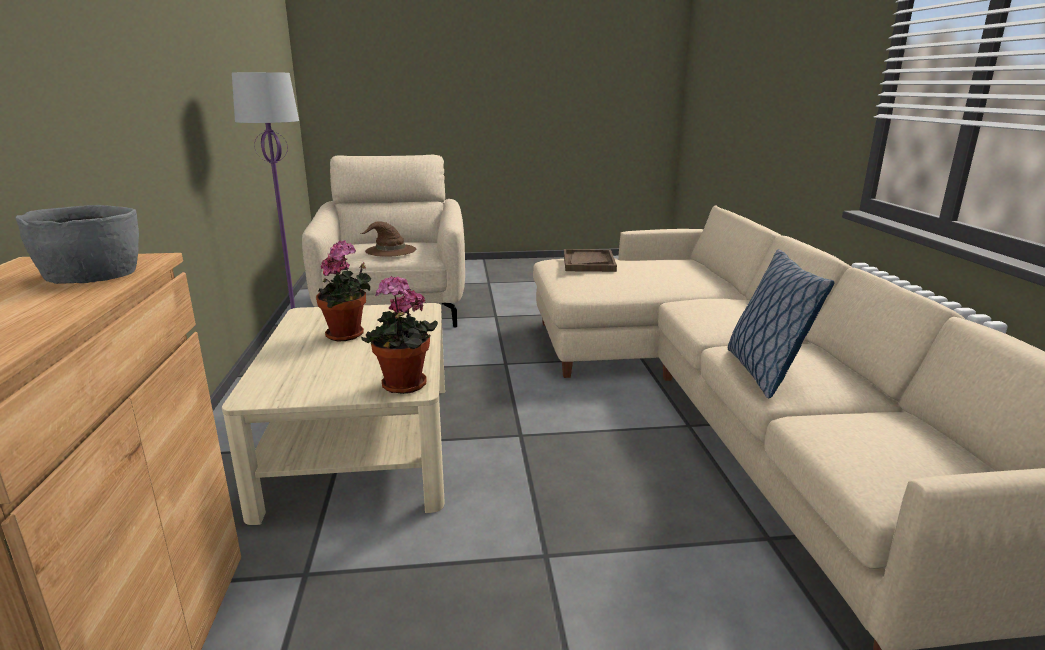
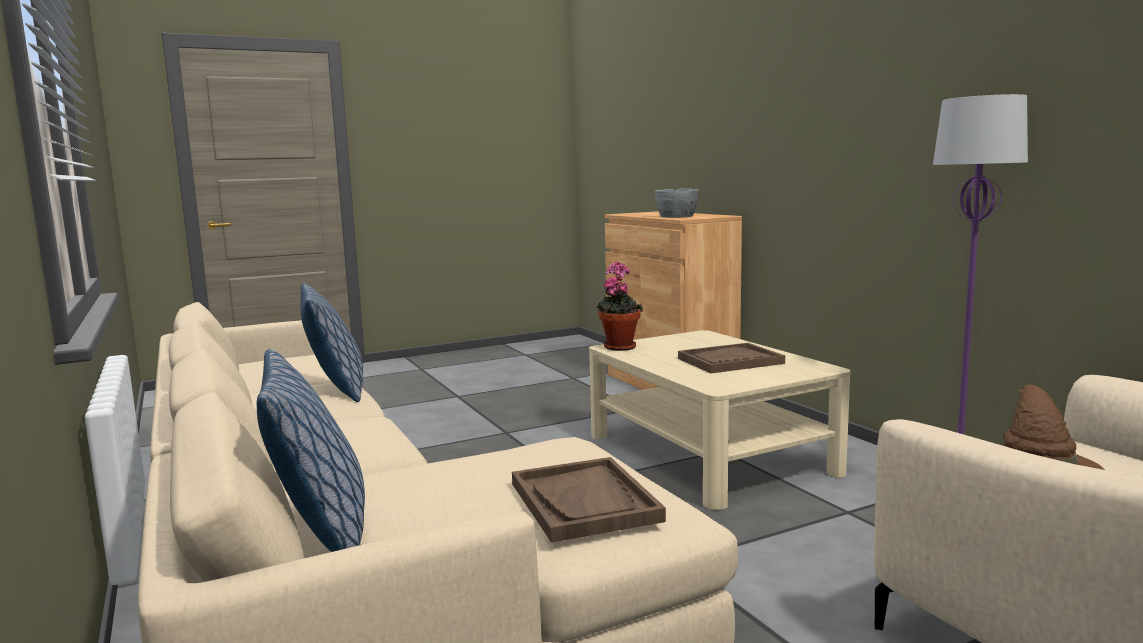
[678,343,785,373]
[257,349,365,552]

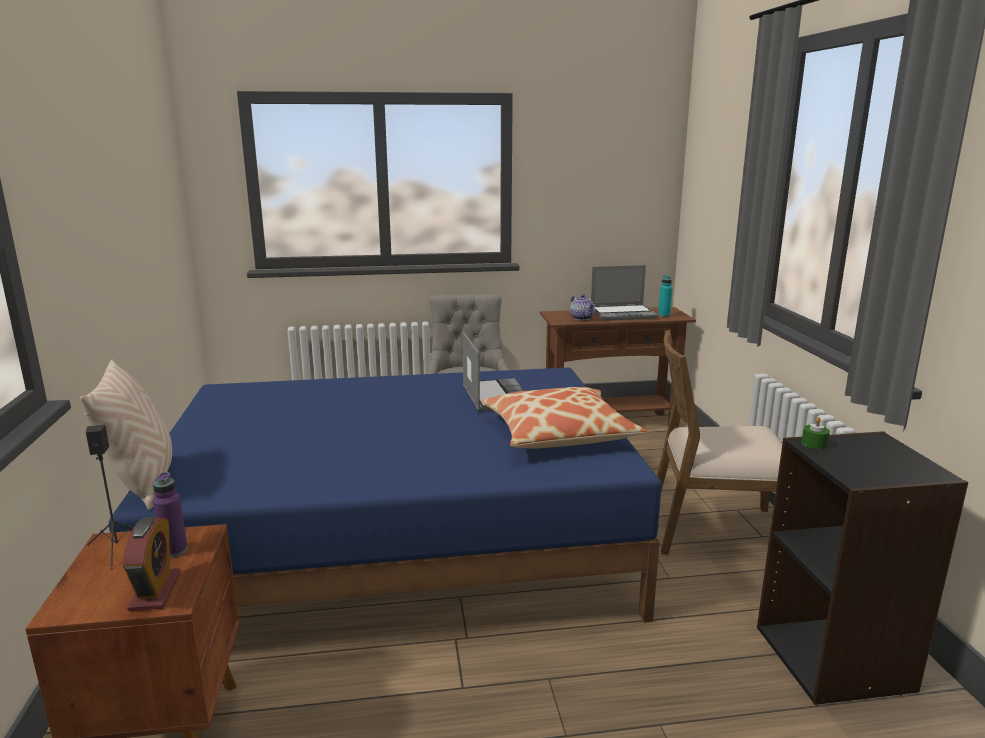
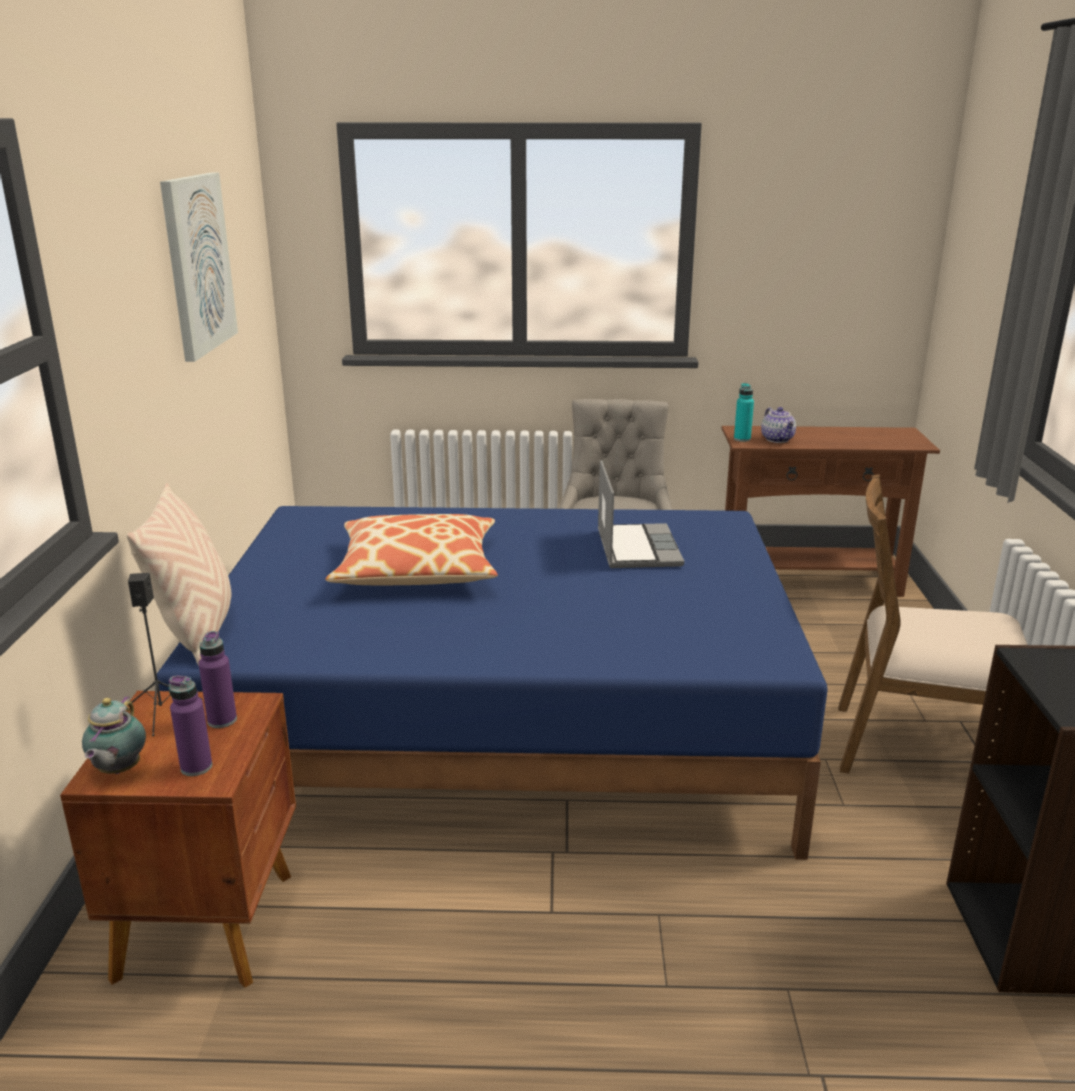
[591,265,658,321] (first image)
[734,383,754,442]
[326,514,498,585]
[801,417,830,449] (first image)
[169,675,212,776]
[160,173,238,362]
[82,696,146,774]

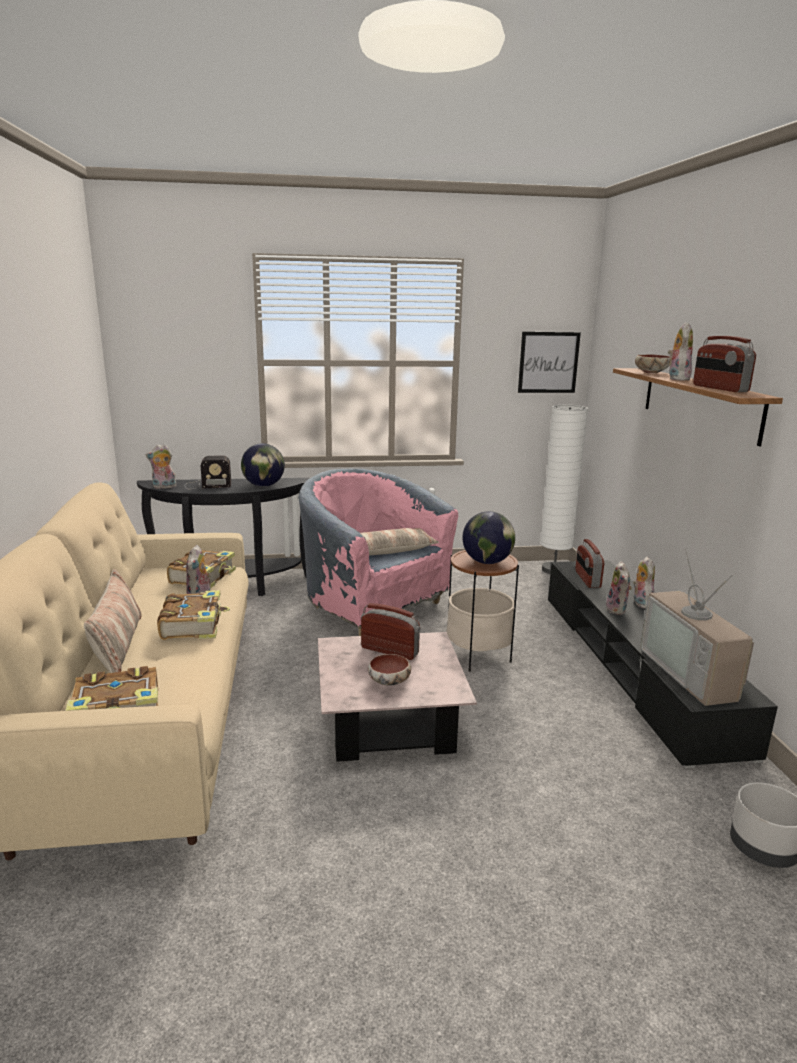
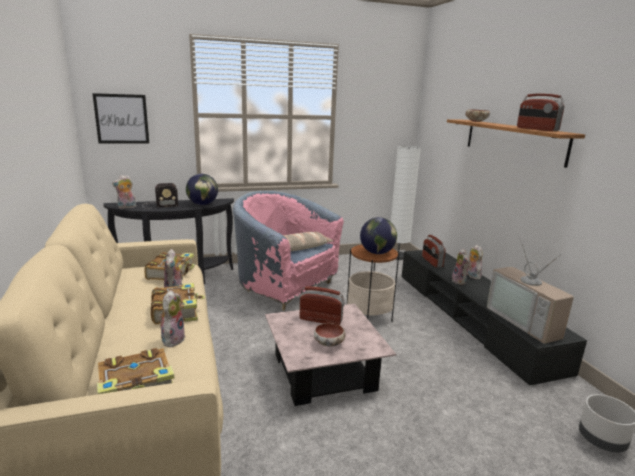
[158,290,186,347]
[92,93,149,143]
[84,569,142,673] (first image)

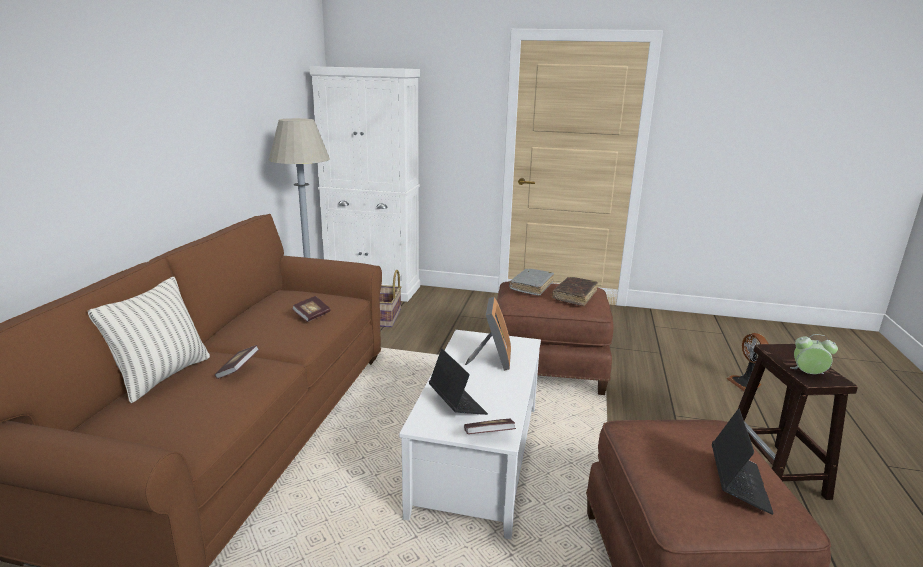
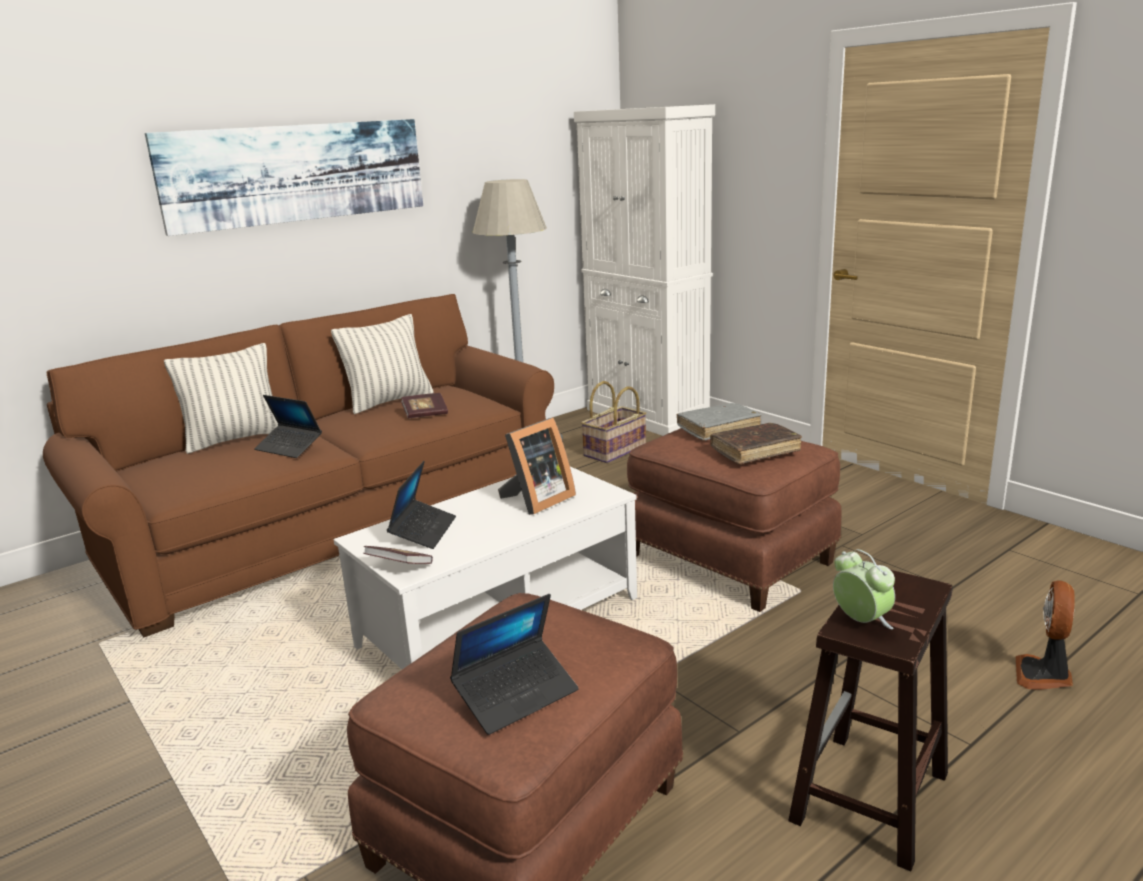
[254,395,322,458]
[145,119,423,236]
[331,314,434,414]

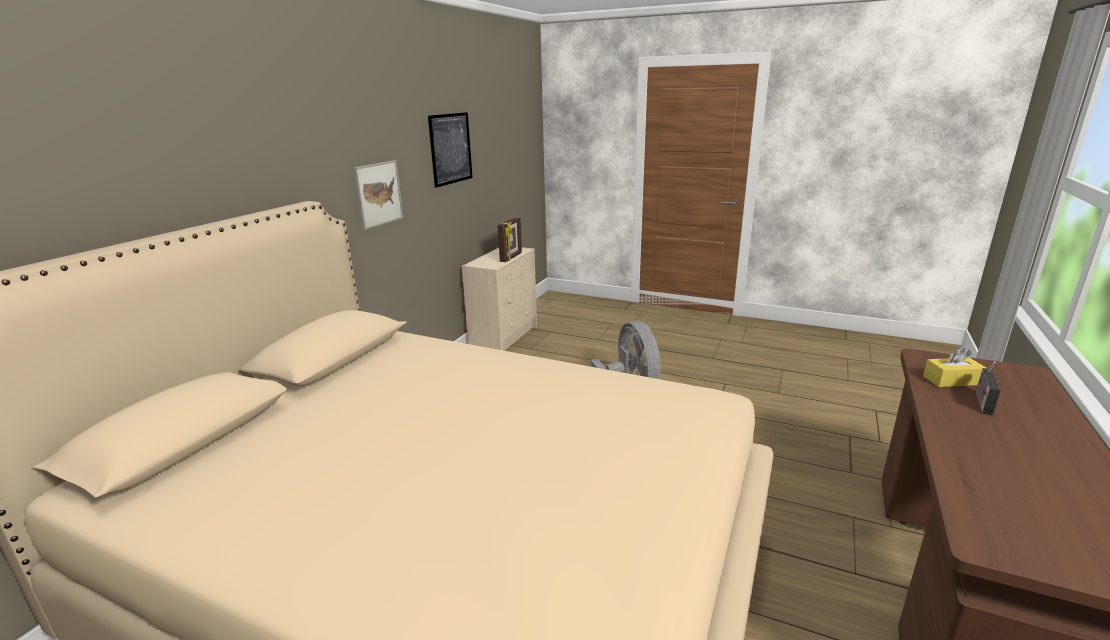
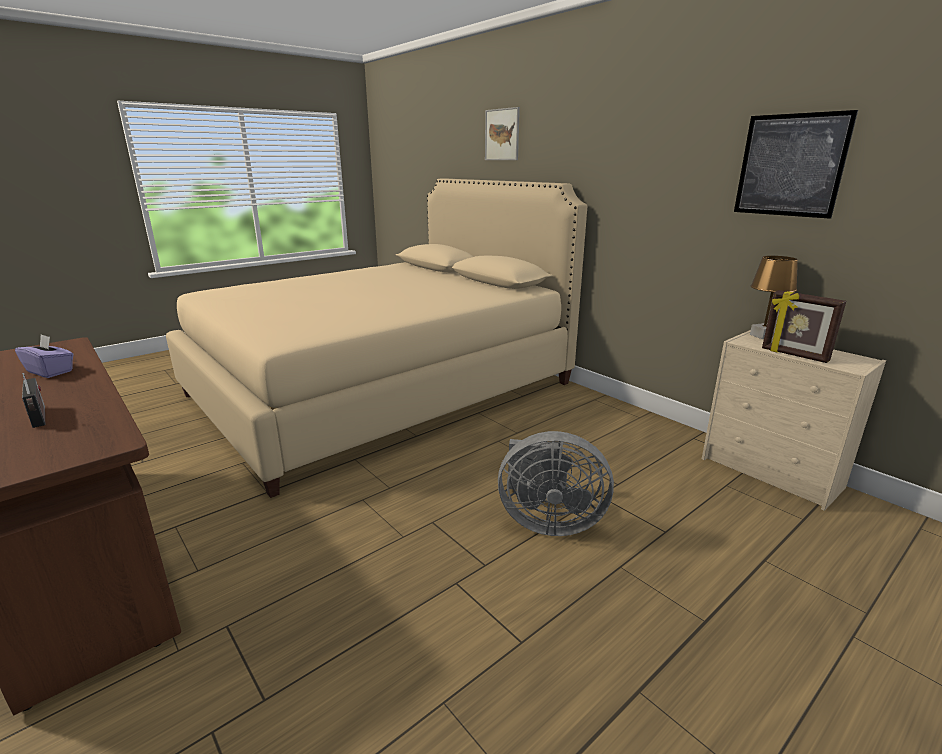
[485,107,520,160]
[923,347,986,387] (first image)
[750,256,798,339]
[15,334,74,378]

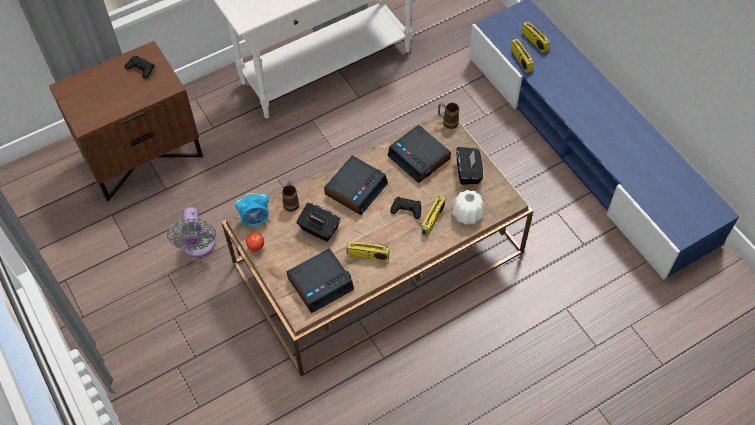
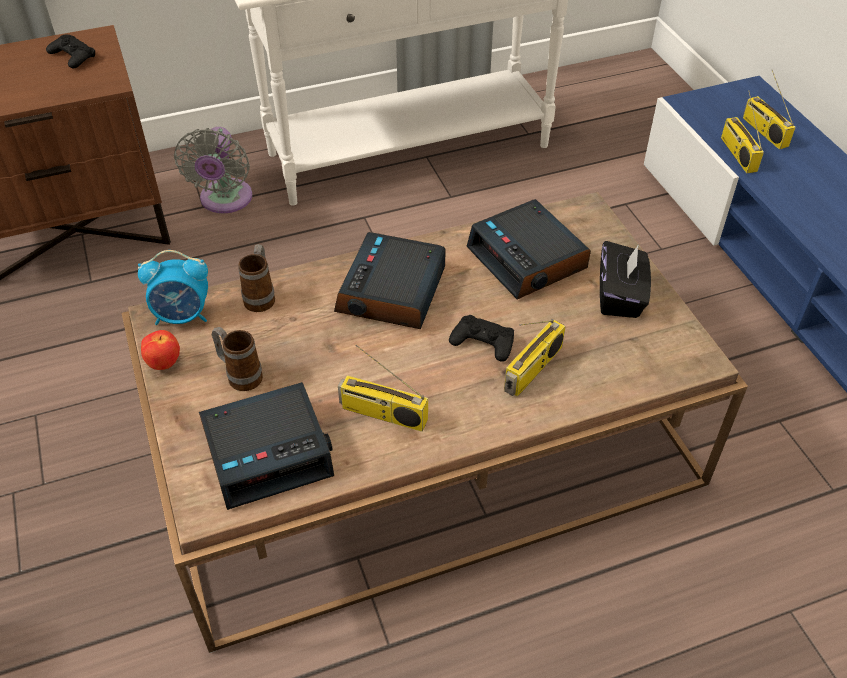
[212,327,263,391]
[334,232,446,329]
[452,190,484,225] (first image)
[296,203,340,242] (first image)
[174,127,252,213]

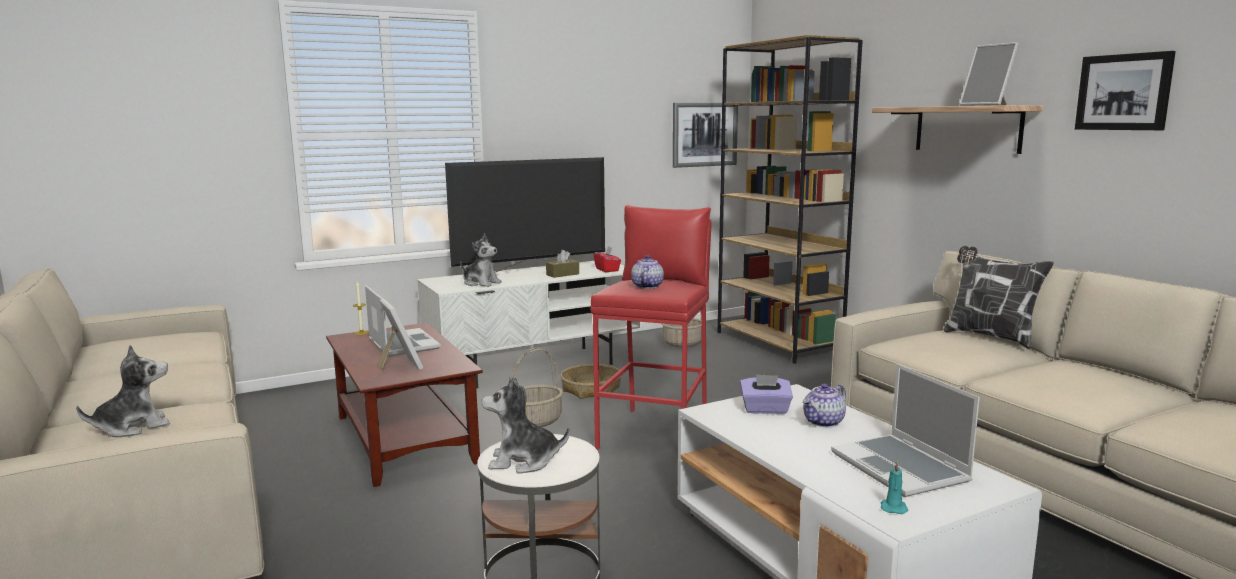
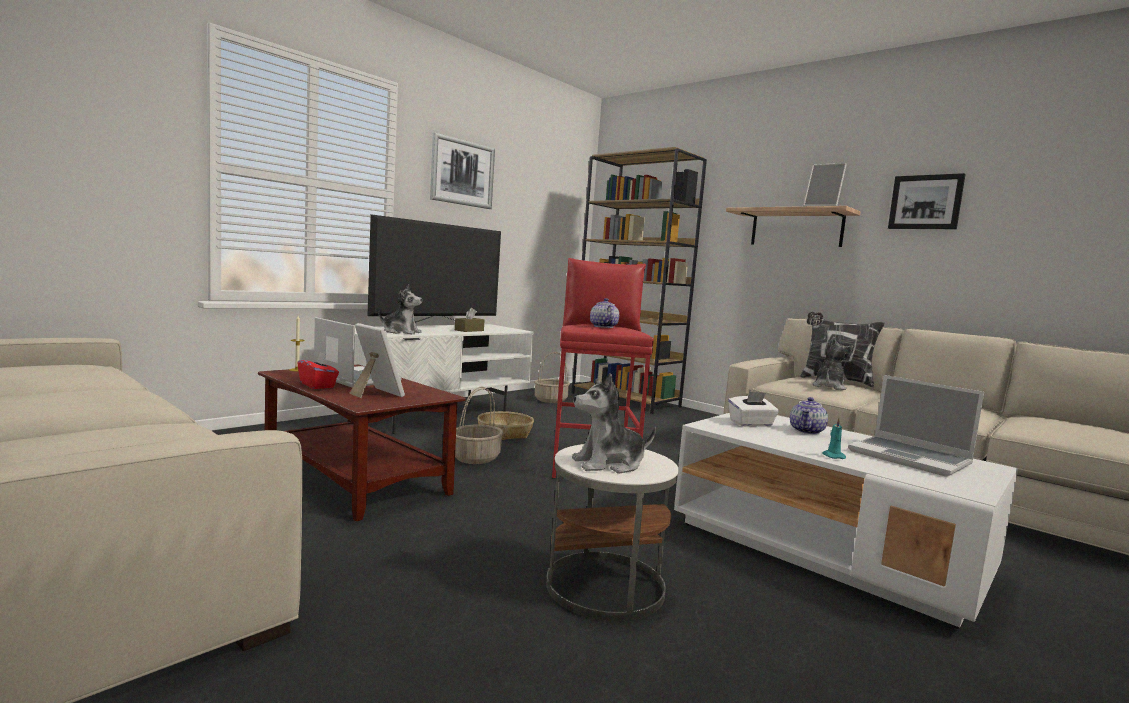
[430,133,495,209]
[297,351,339,389]
[812,337,853,390]
[728,392,779,427]
[822,418,846,459]

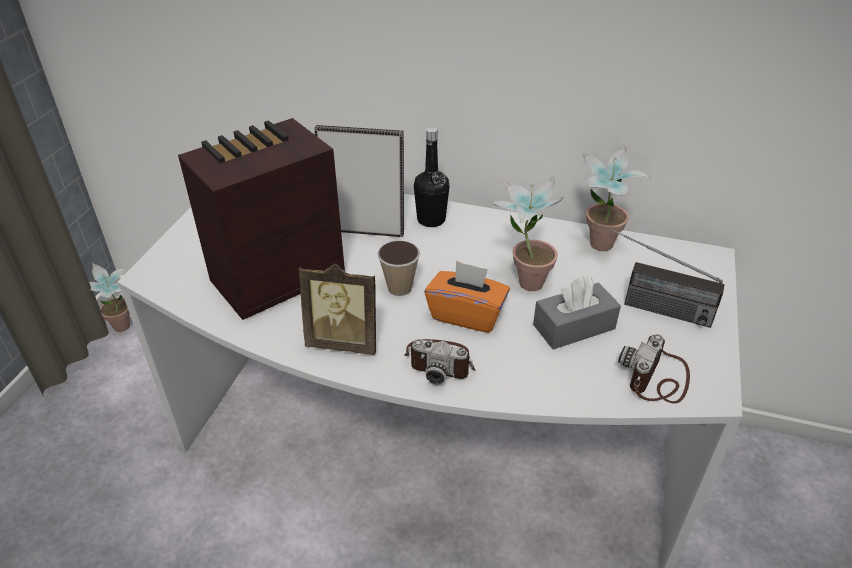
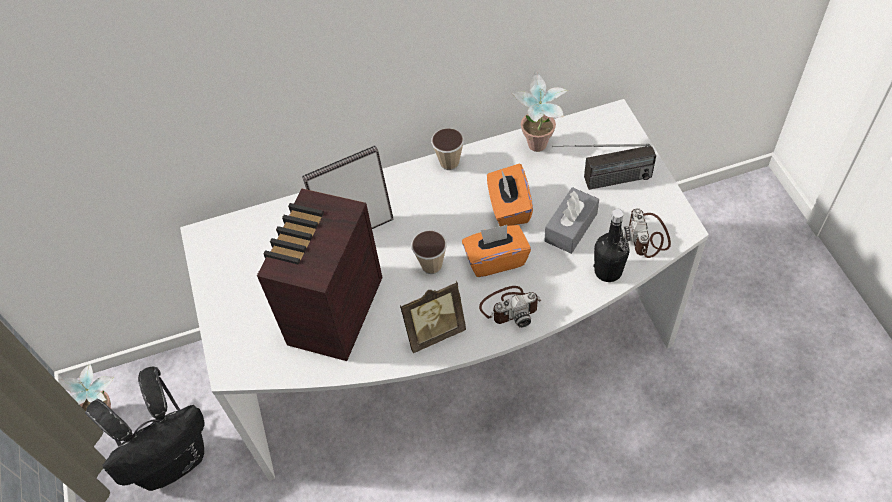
[594,209,630,282]
[487,163,533,226]
[431,128,464,170]
[85,366,205,491]

